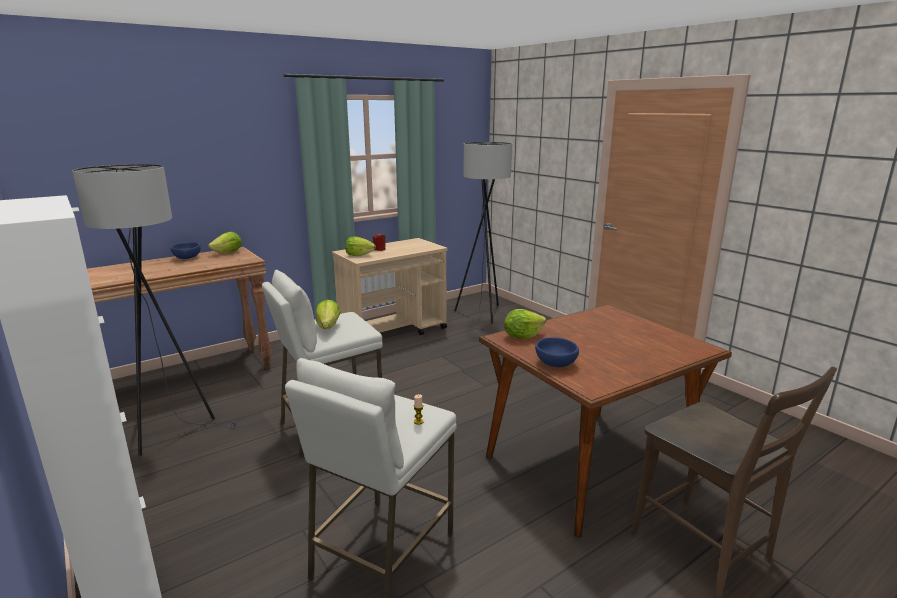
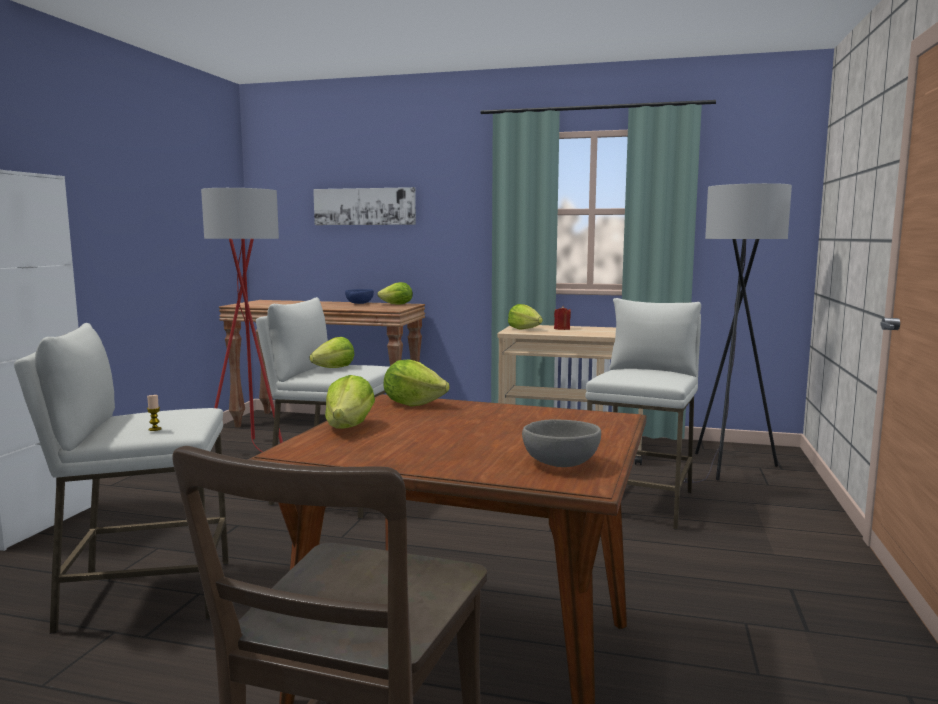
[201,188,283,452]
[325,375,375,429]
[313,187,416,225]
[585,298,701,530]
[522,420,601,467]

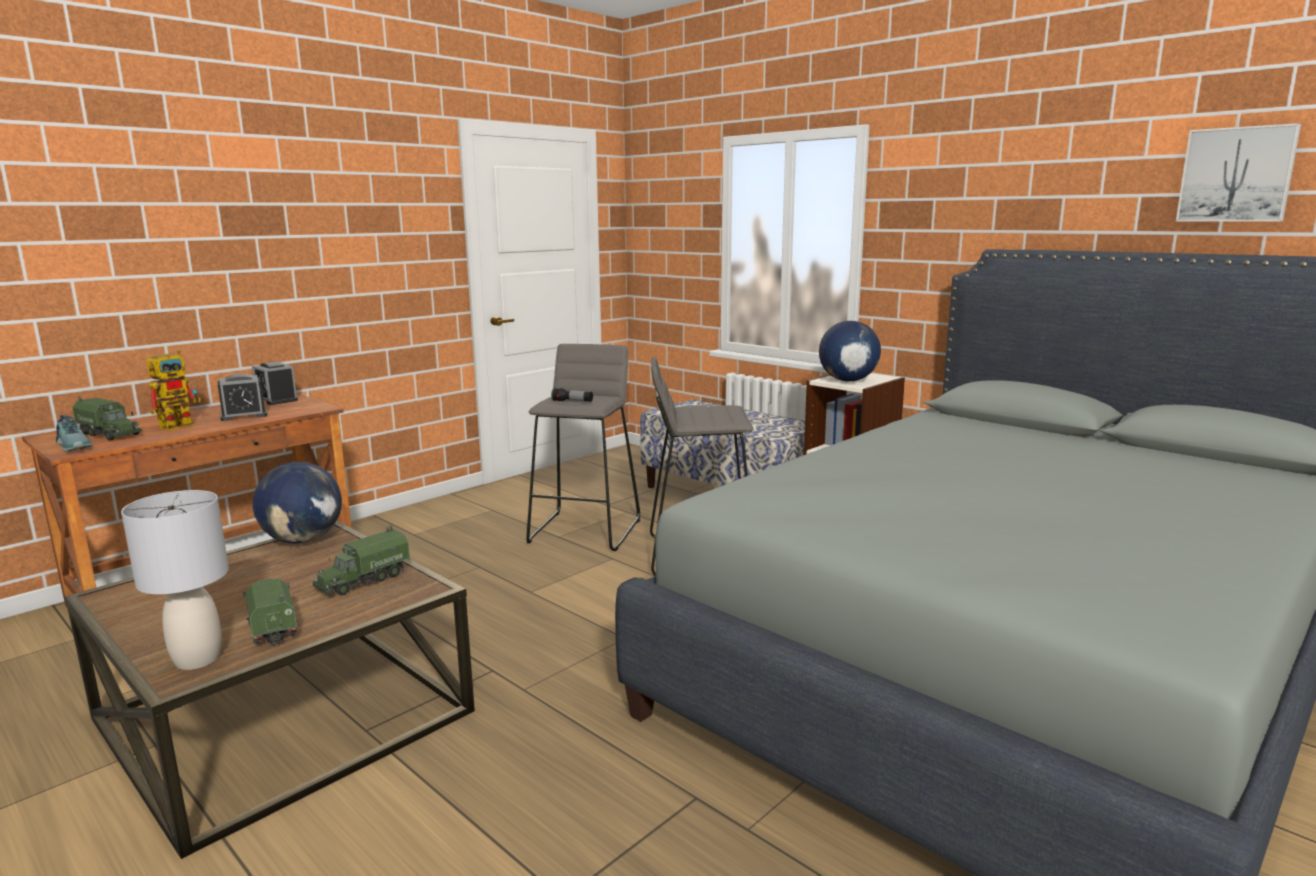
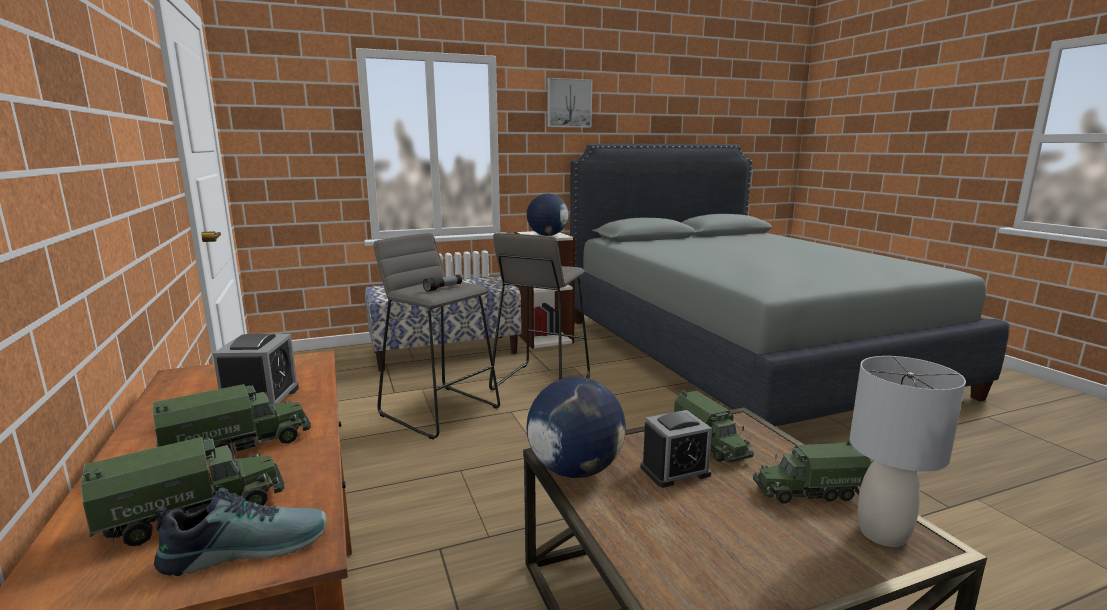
[547,78,592,128]
[153,384,311,454]
[640,410,712,488]

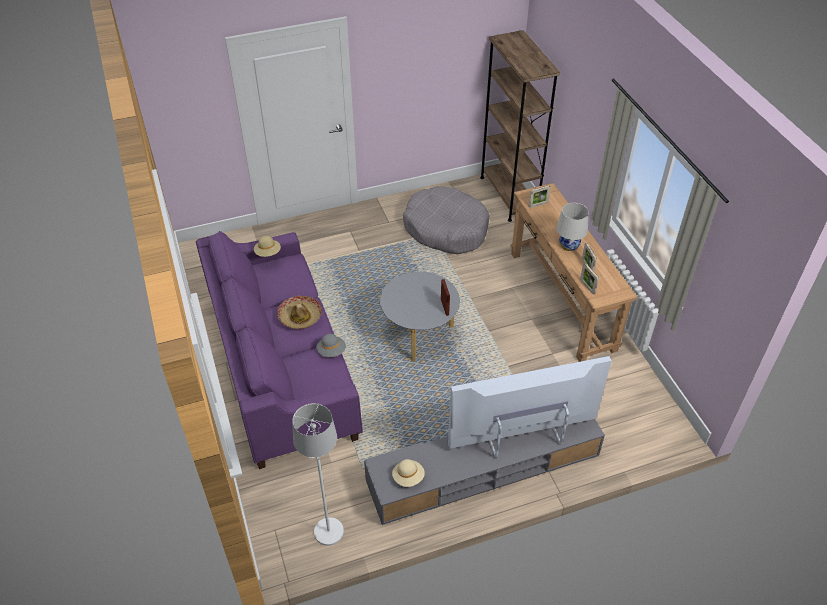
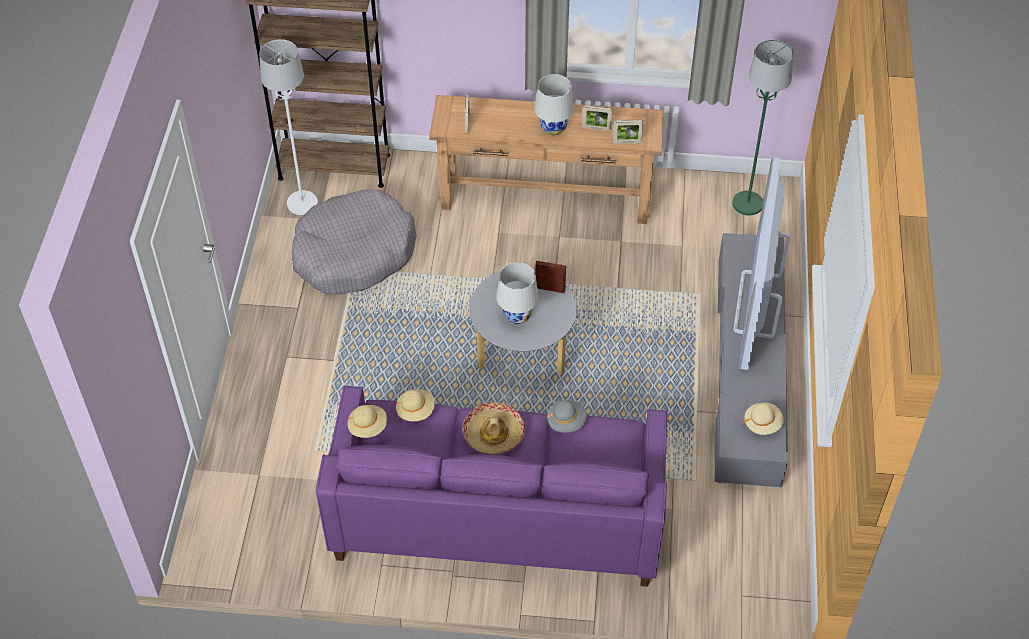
[259,39,318,215]
[732,40,794,216]
[496,262,539,324]
[396,389,435,421]

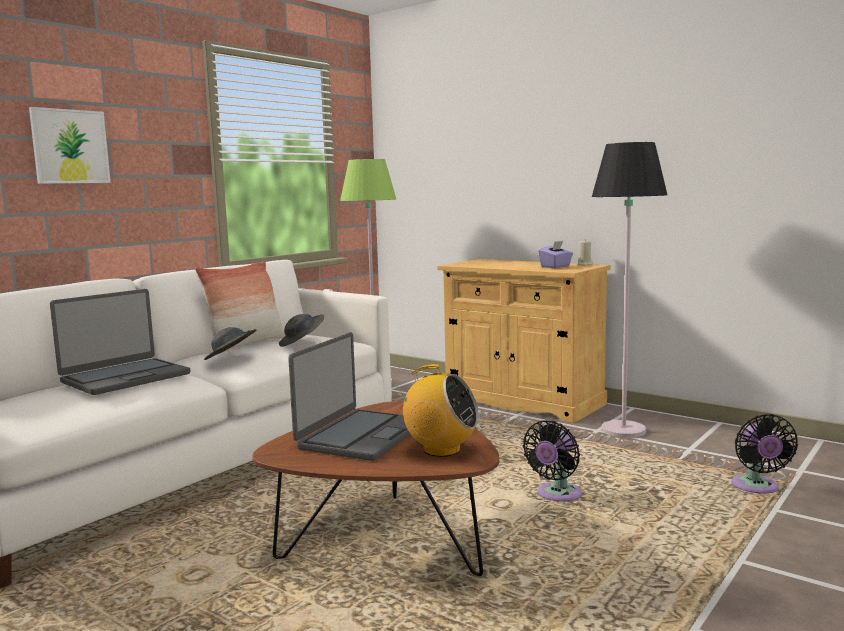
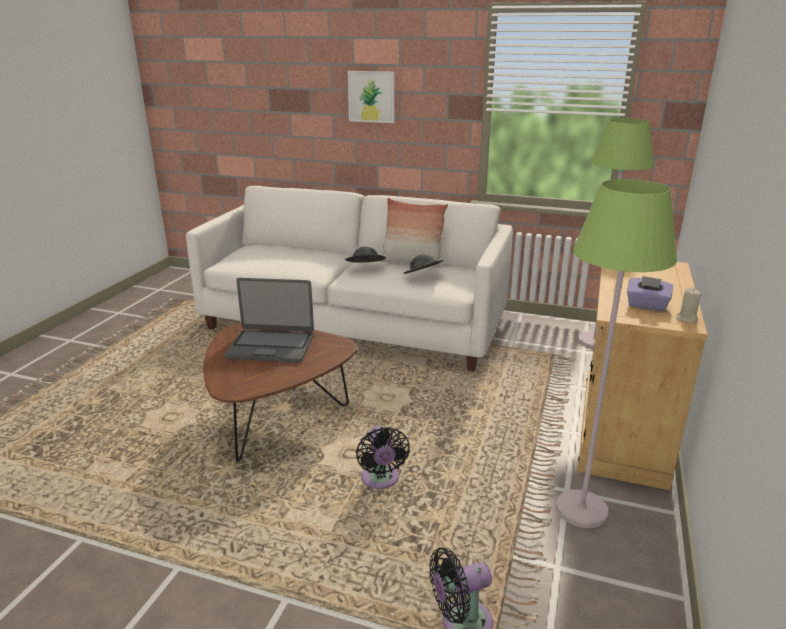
[556,179,677,528]
[50,289,190,395] (first image)
[395,364,479,457] (first image)
[356,426,410,489]

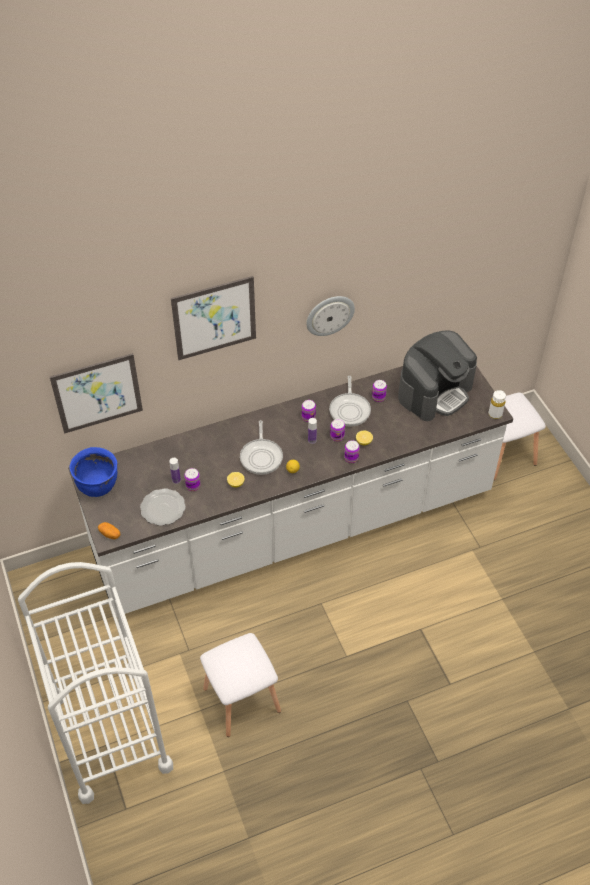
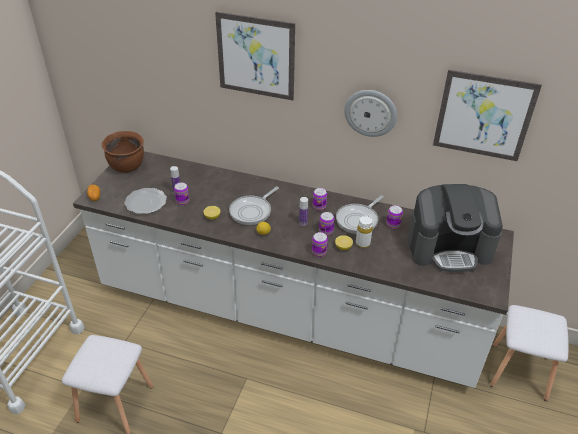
[433,70,542,161]
[356,216,373,248]
[102,131,144,173]

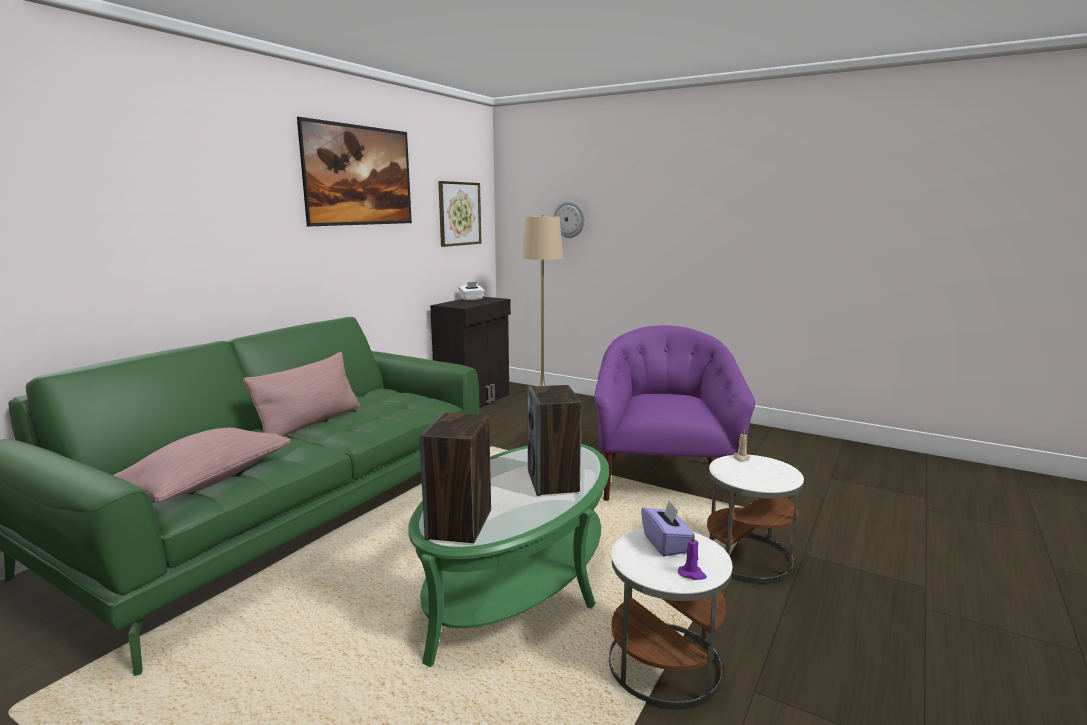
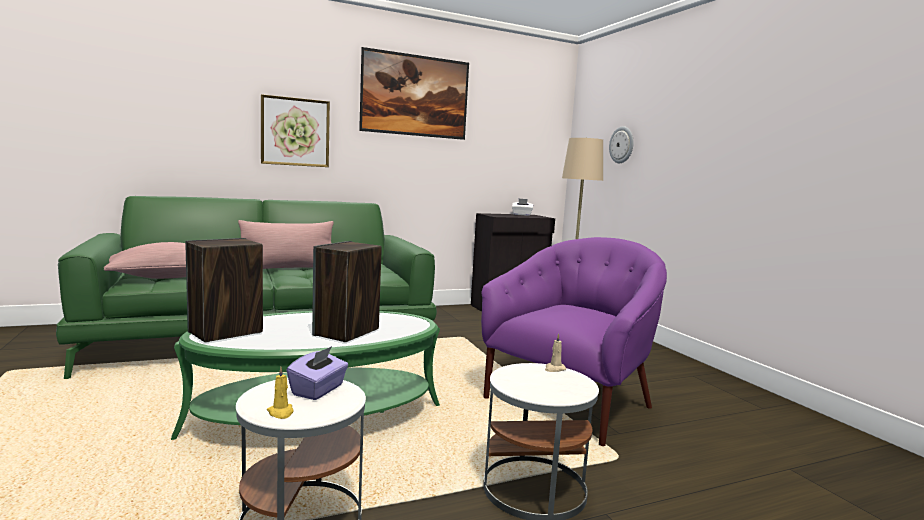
[261,94,330,167]
[267,367,293,419]

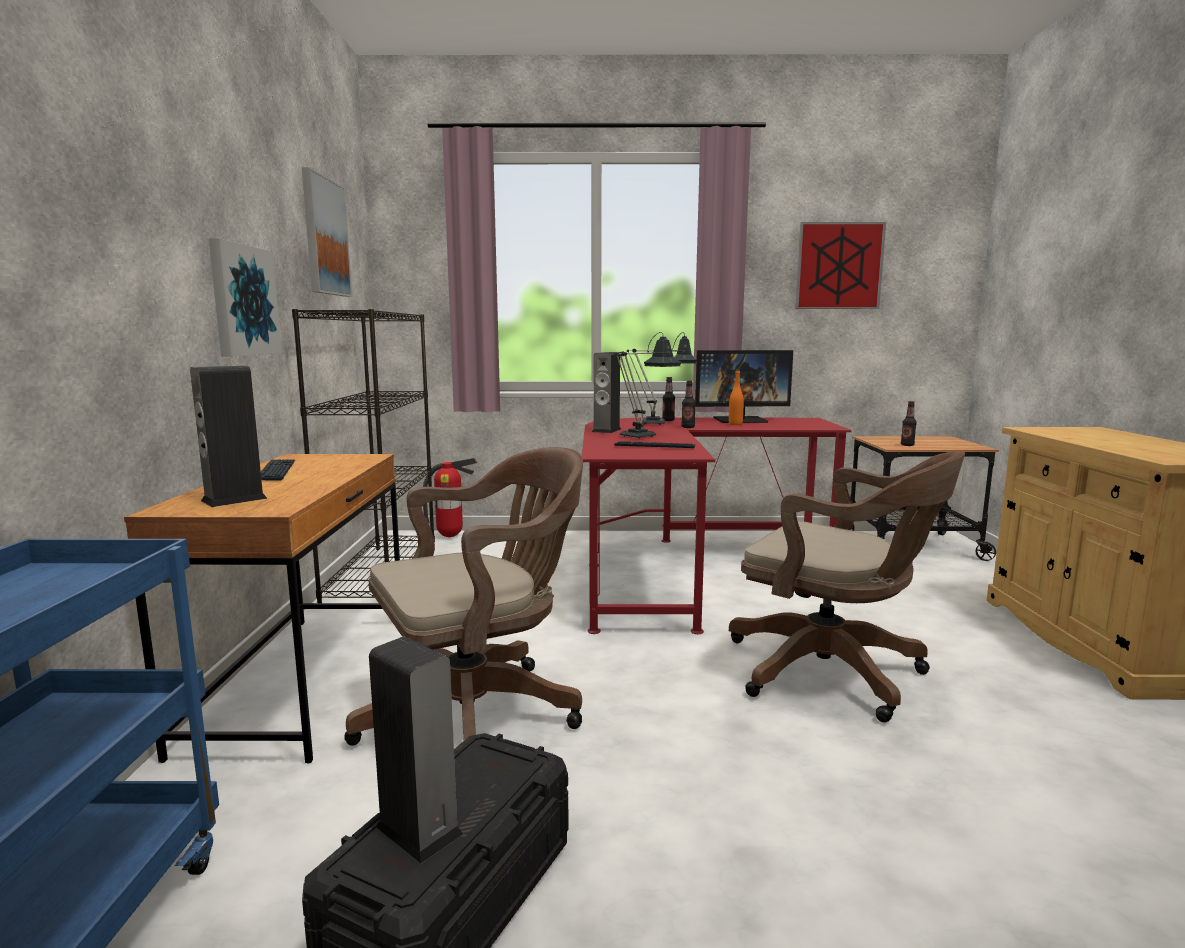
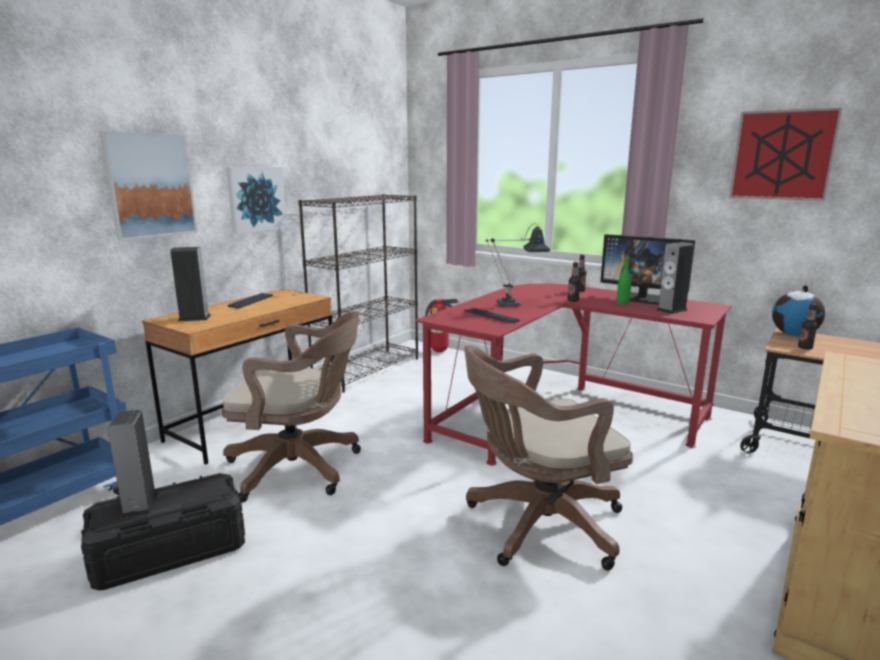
[100,131,198,241]
[627,332,697,425] (first image)
[657,242,694,314]
[617,255,631,304]
[464,345,633,571]
[772,285,825,336]

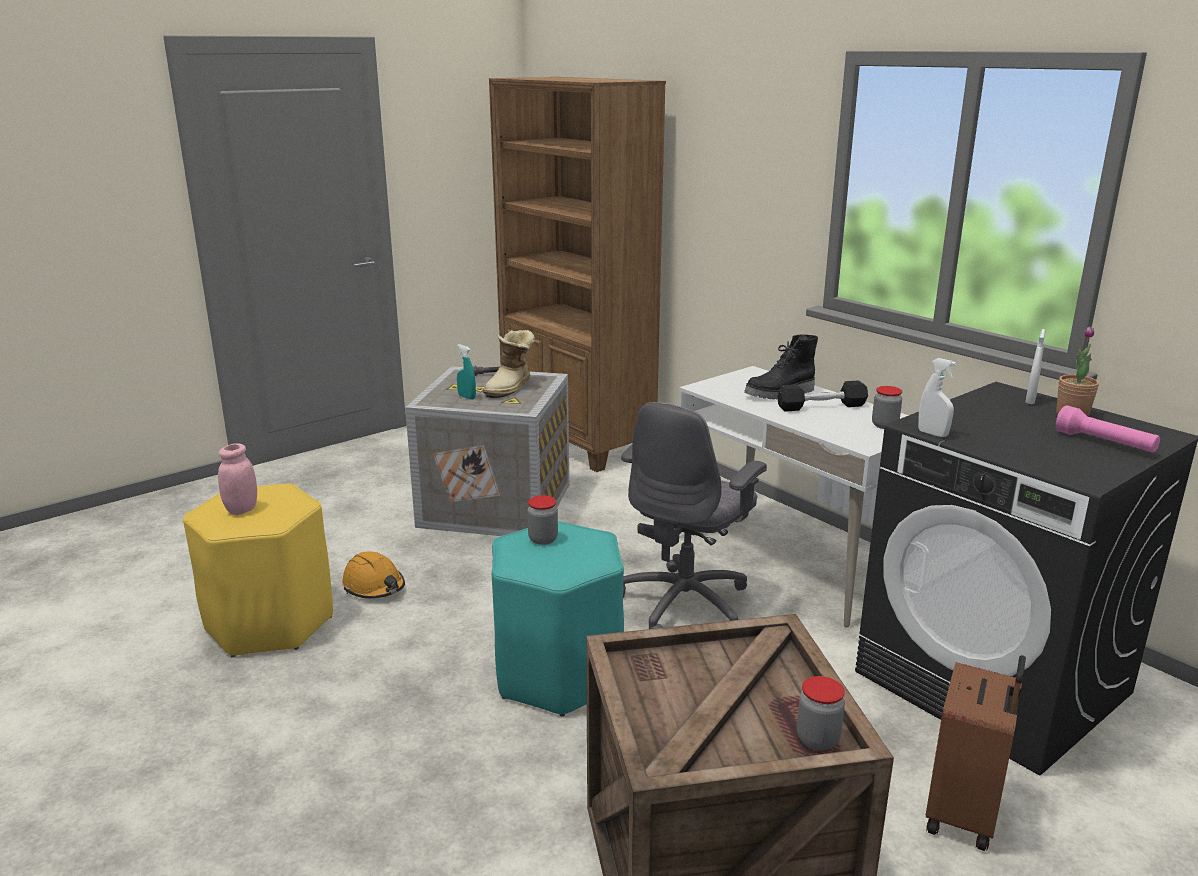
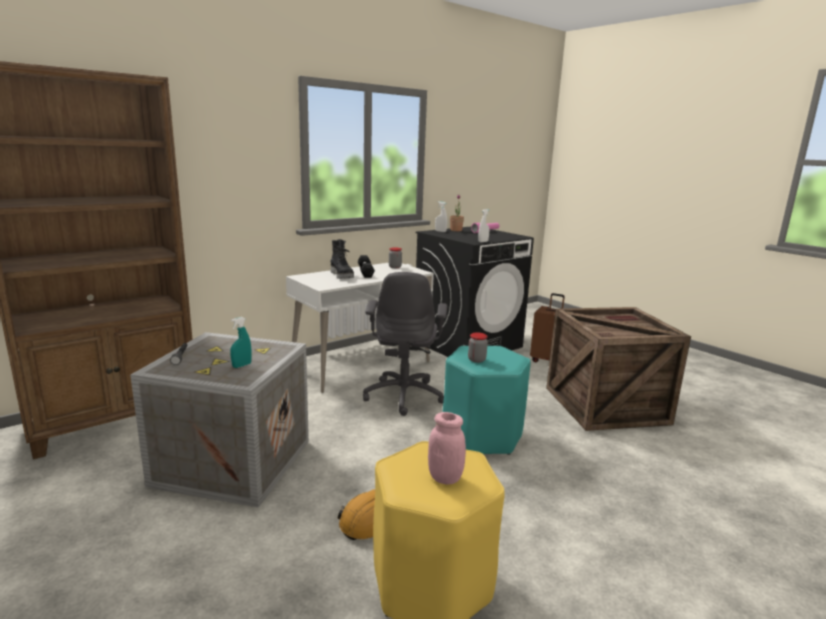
[483,330,535,398] (first image)
[363,272,447,416]
[797,676,845,750] (first image)

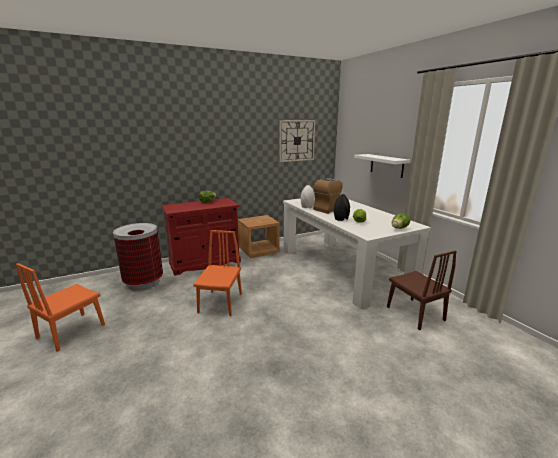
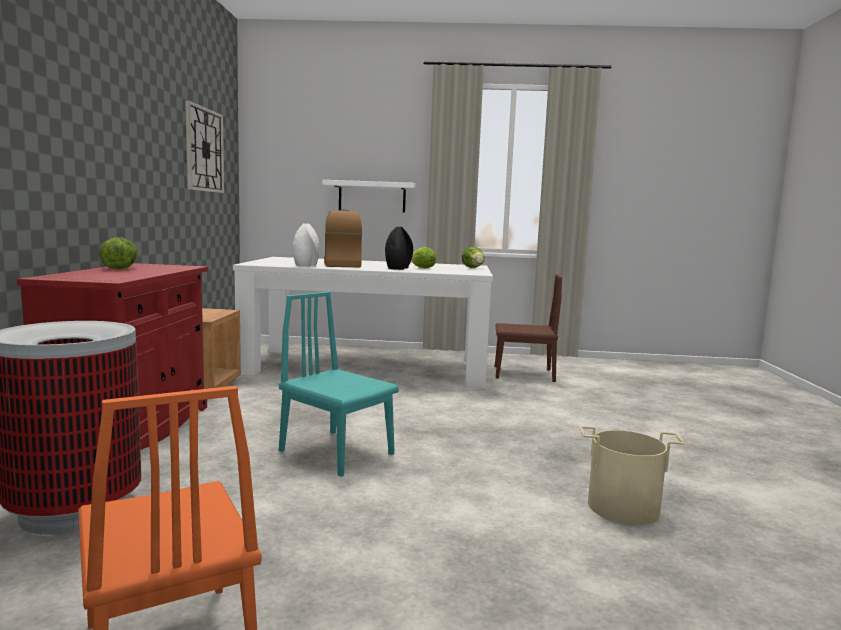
[279,291,399,477]
[580,426,685,525]

